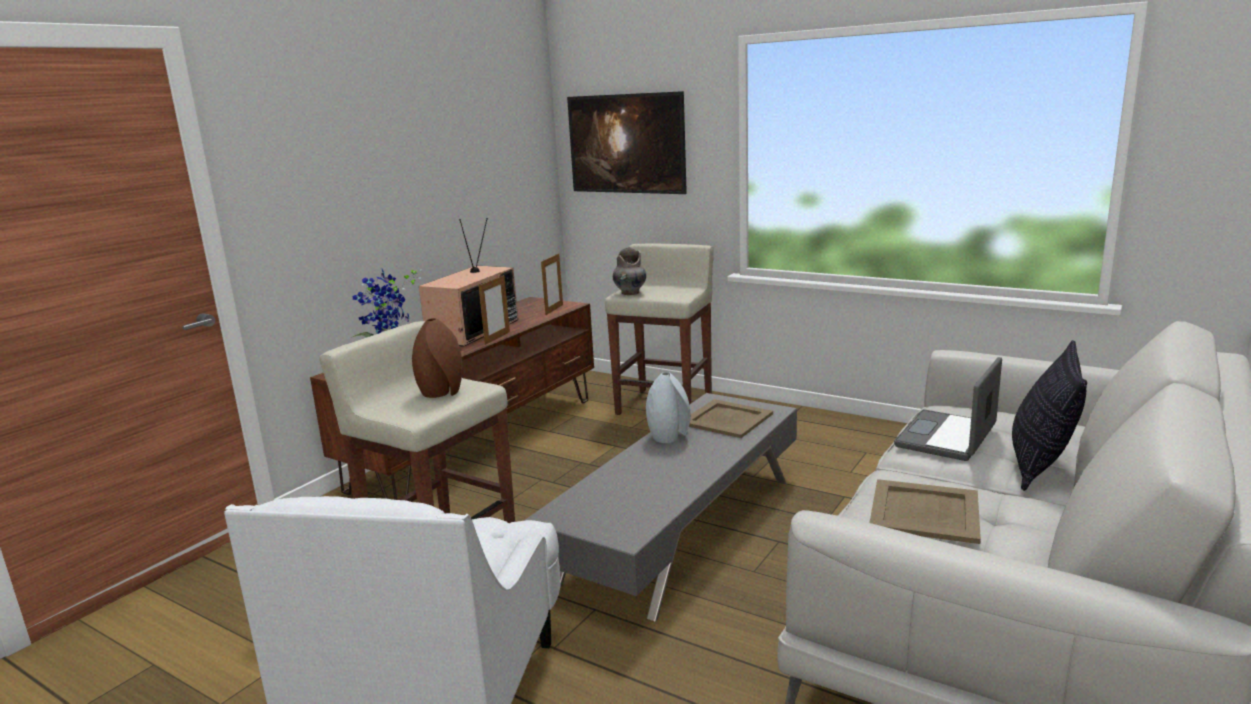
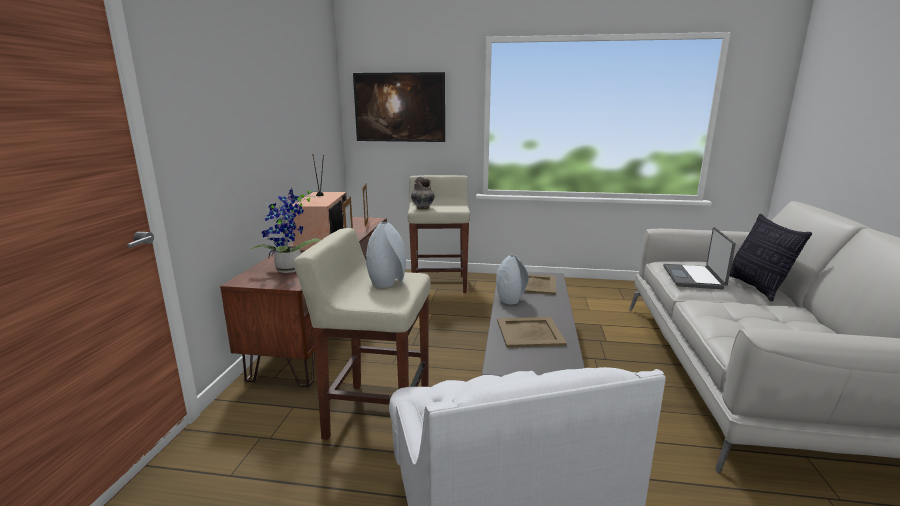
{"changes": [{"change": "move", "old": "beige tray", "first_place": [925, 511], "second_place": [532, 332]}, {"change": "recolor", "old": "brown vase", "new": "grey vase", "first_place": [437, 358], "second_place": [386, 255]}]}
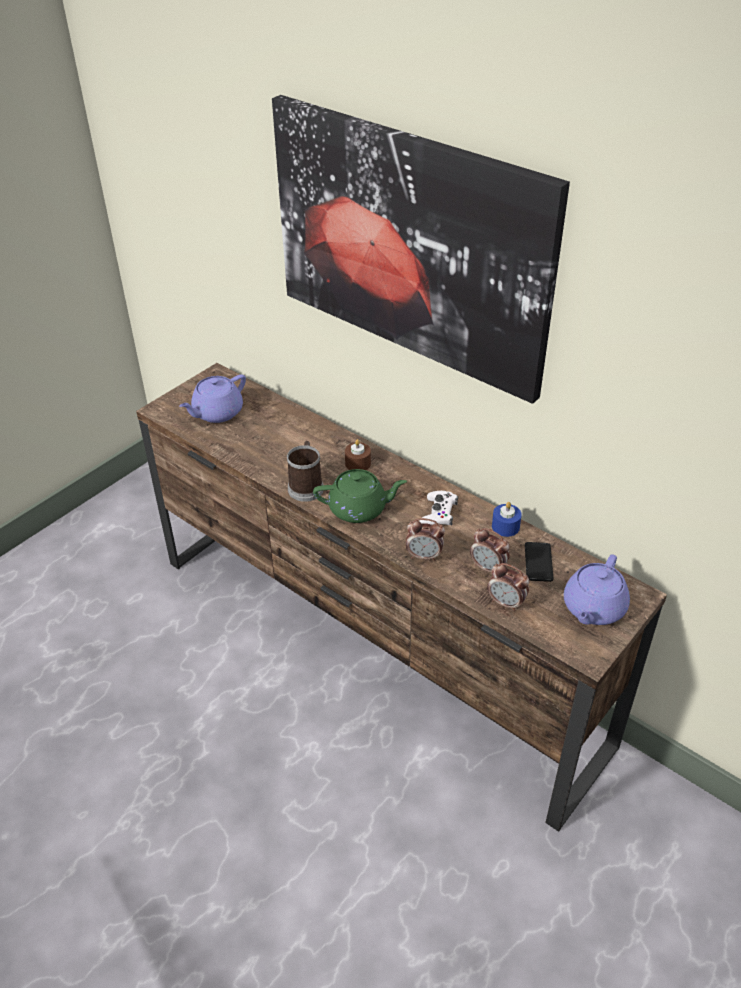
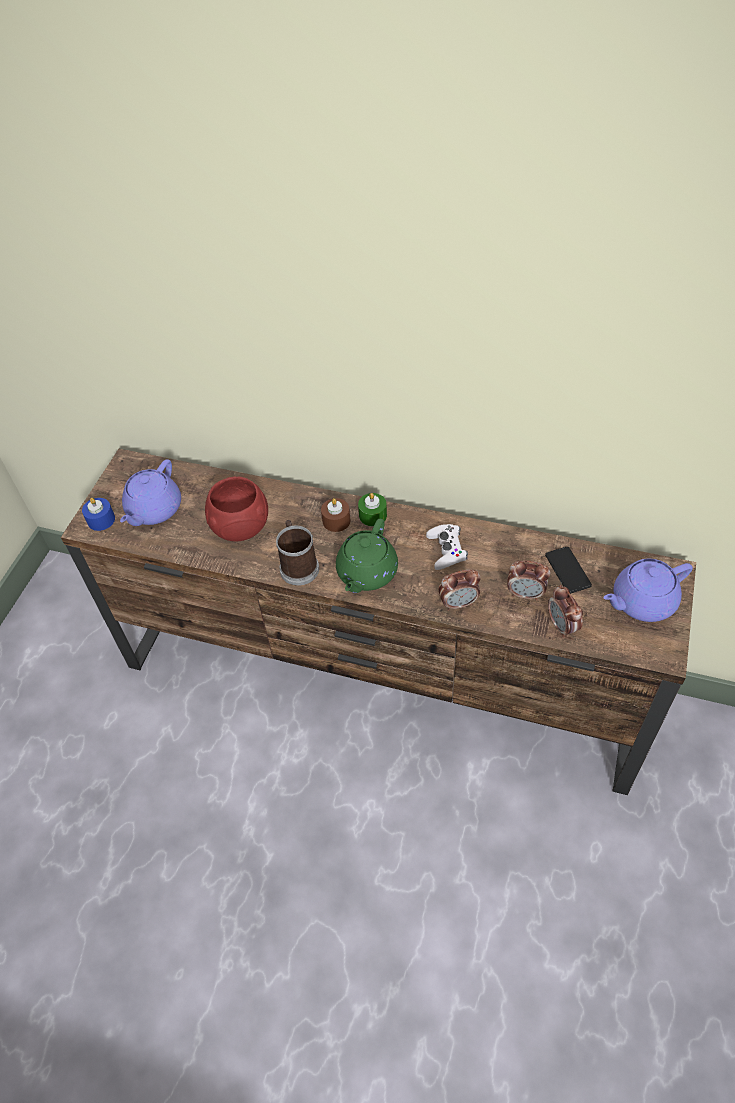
{"changes": [{"change": "delete", "old": "picture", "first_place": [421, 249]}, {"change": "insert", "new": "red bowl", "second_place": [236, 509]}, {"change": "insert", "new": "green candle", "second_place": [372, 509]}, {"change": "move", "old": "blue candle", "first_place": [507, 519], "second_place": [98, 514]}, {"change": "rotate", "old": "green teapot", "first_place": [360, 496], "second_place": [367, 556], "degrees": 135}, {"change": "rotate", "old": "alarm clock", "first_place": [508, 587], "second_place": [565, 611], "degrees": 60}, {"change": "rotate", "old": "purple teapot", "first_place": [597, 589], "second_place": [648, 590], "degrees": 60}]}
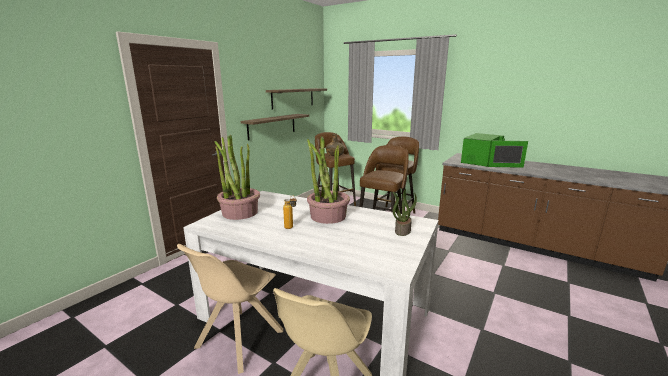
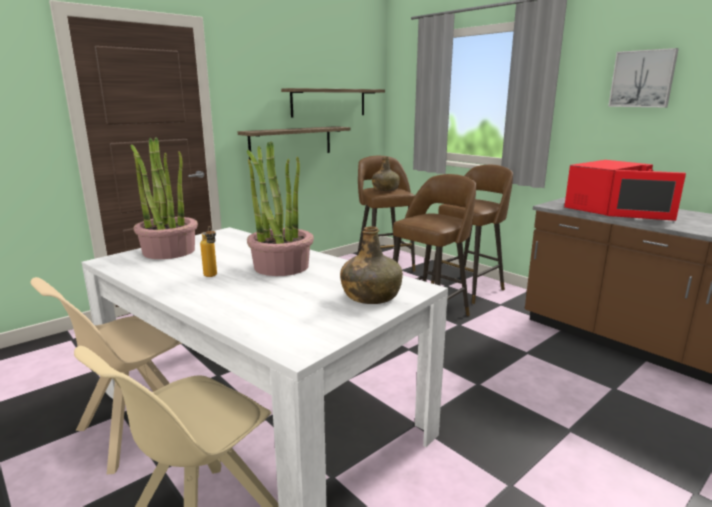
{"changes": [{"change": "insert", "new": "picture", "second_place": [643, 77]}, {"change": "replace", "old": "potted plant", "new": "green bottle", "first_place": [405, 212], "second_place": [371, 265]}, {"change": "recolor", "old": "green microwave", "new": "red microwave", "first_place": [494, 150], "second_place": [625, 190]}]}
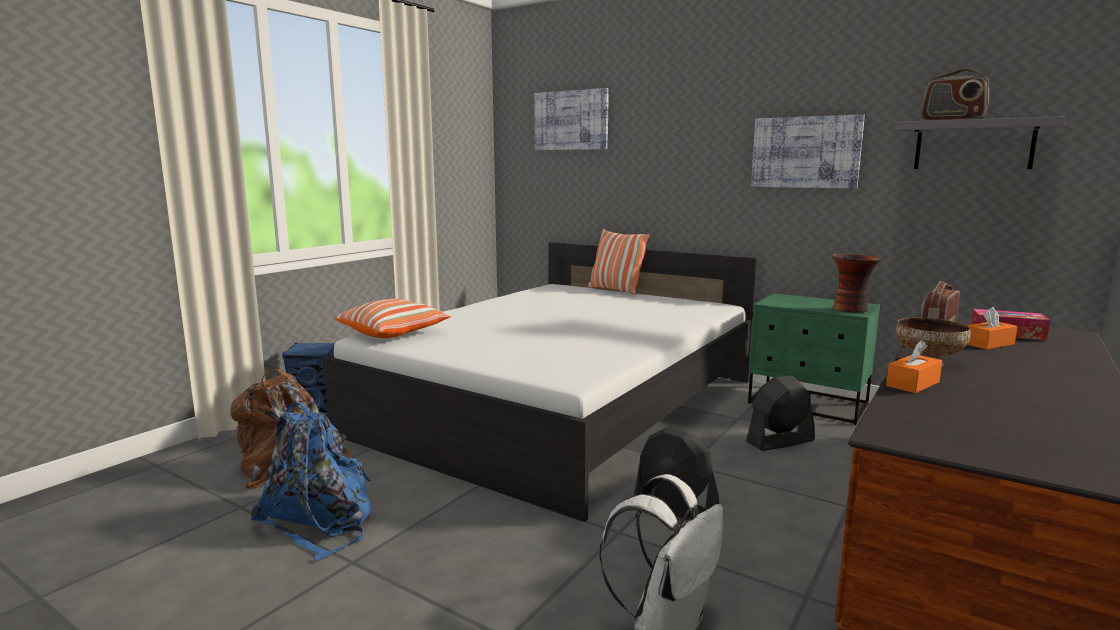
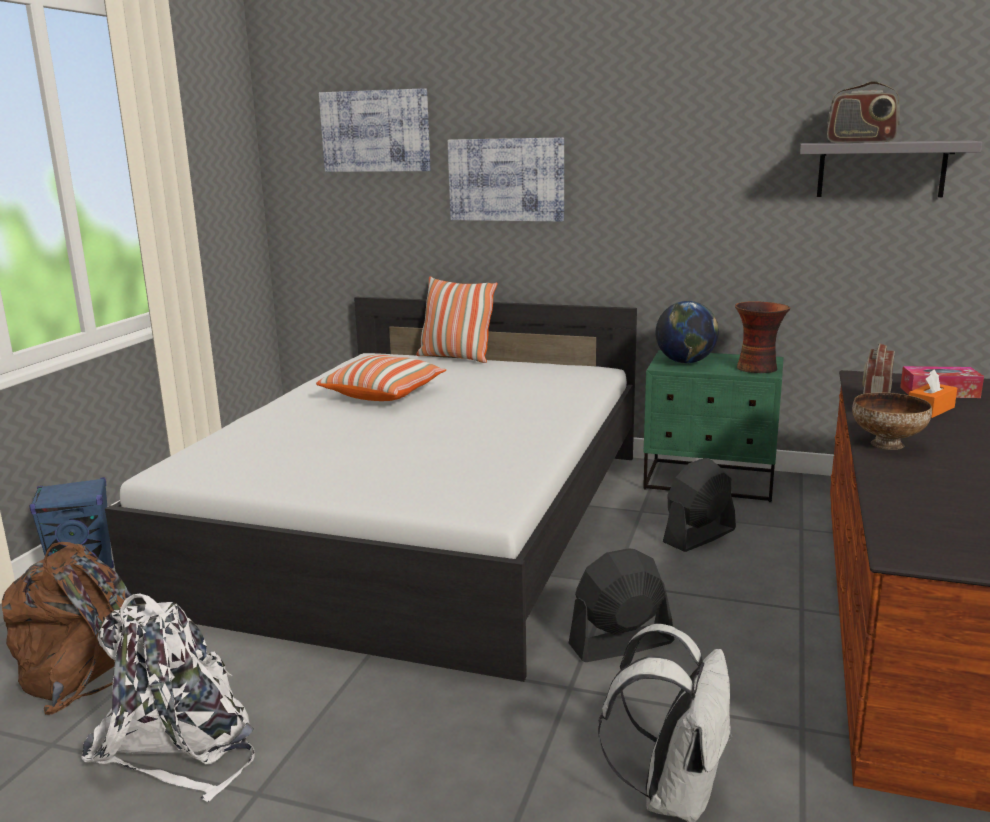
{"changes": [{"change": "delete", "old": "orange tissue box", "first_place": [914, 366]}, {"change": "insert", "new": "globe", "second_place": [687, 332]}, {"change": "move", "old": "pillow", "first_place": [392, 318], "second_place": [381, 378]}, {"change": "move", "old": "picture", "first_place": [808, 151], "second_place": [506, 179]}, {"change": "recolor", "old": "blue backpack", "new": "white backpack", "first_place": [310, 481], "second_place": [168, 698]}, {"change": "rotate", "old": "black fan", "first_place": [676, 474], "second_place": [621, 605], "degrees": 135}]}
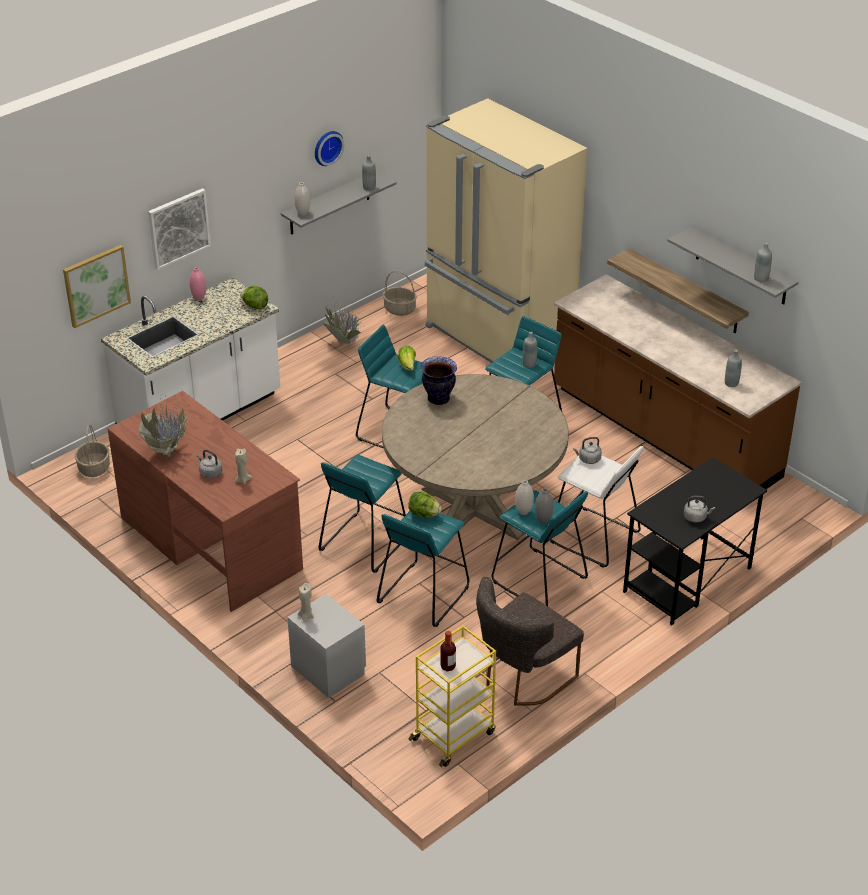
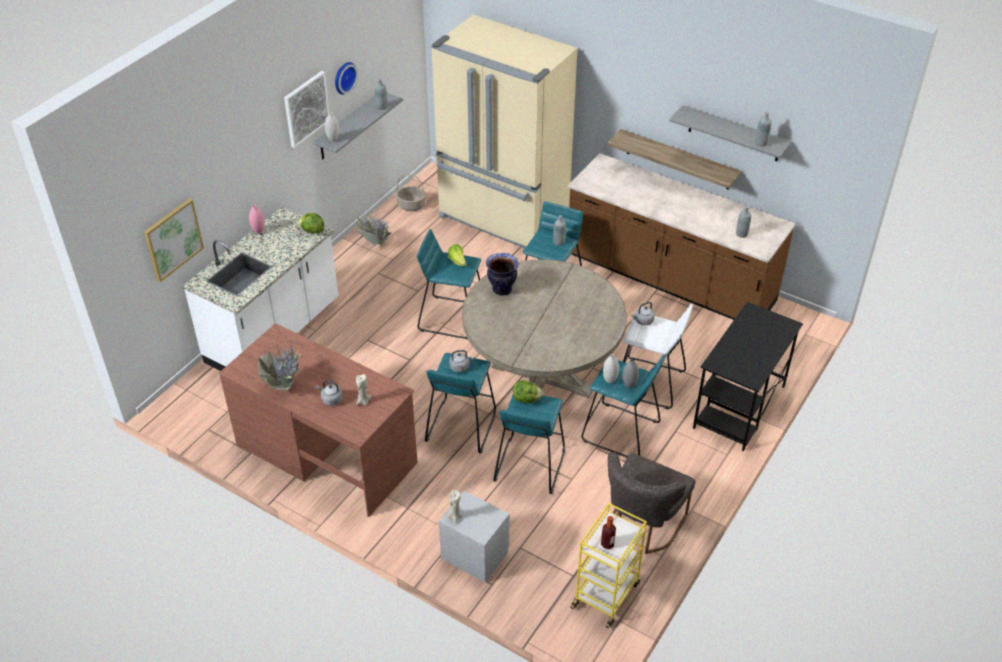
{"changes": [{"change": "delete", "old": "basket", "first_place": [92, 451]}, {"change": "move", "old": "picture", "first_place": [179, 229], "second_place": [307, 109]}, {"change": "move", "old": "grey kettle", "first_place": [699, 509], "second_place": [462, 361]}]}
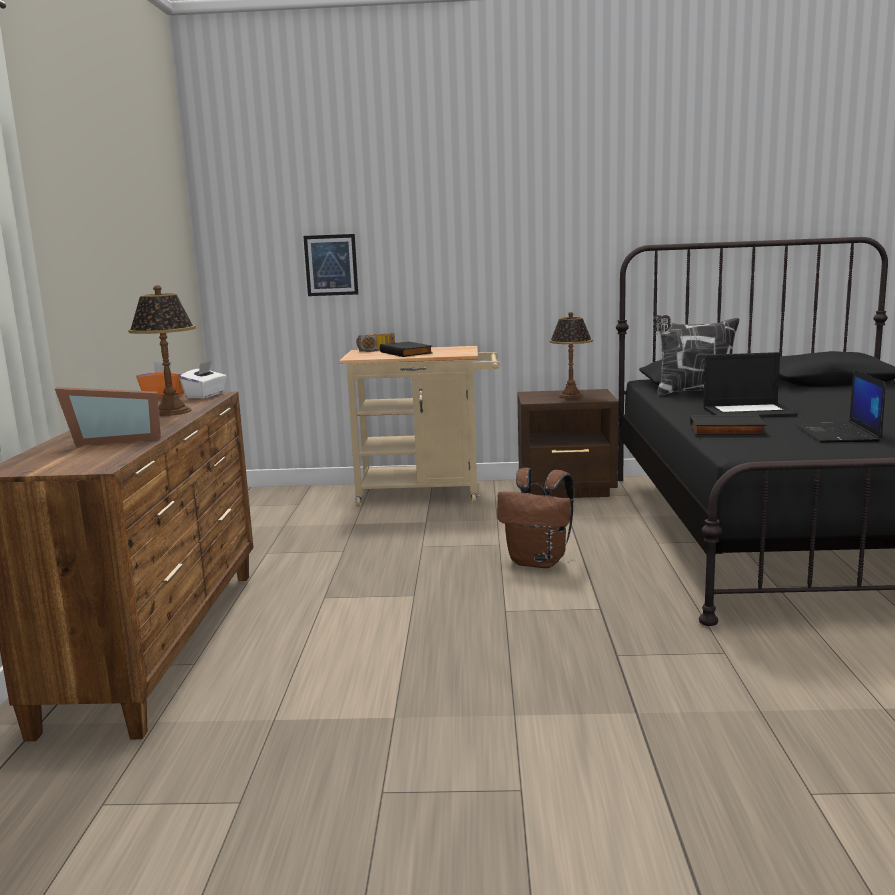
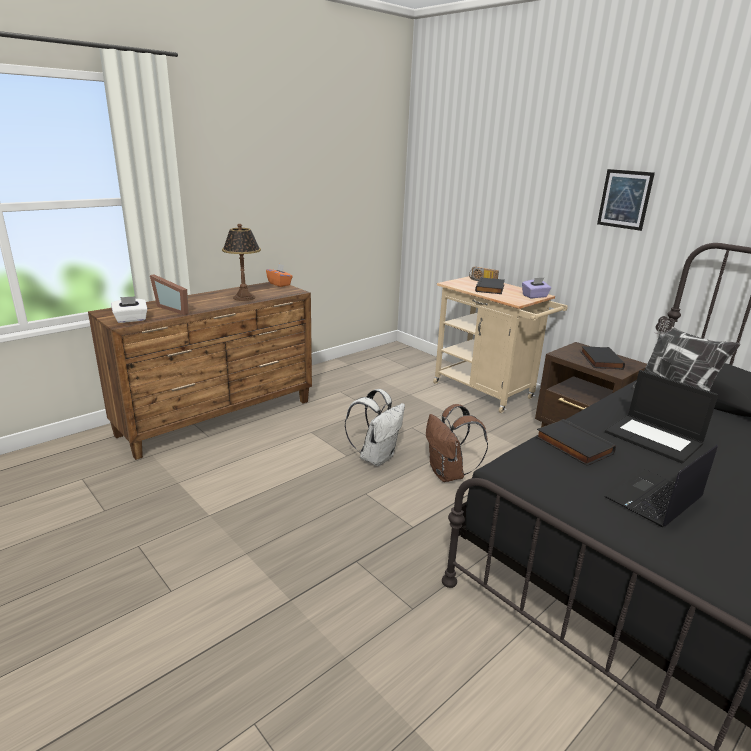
{"changes": [{"change": "insert", "new": "white backpack", "second_place": [375, 427]}, {"change": "insert", "new": "purple tissue box", "second_place": [536, 288]}, {"change": "move", "old": "white tissue box", "first_place": [203, 379], "second_place": [129, 309]}, {"change": "move", "old": "picture", "first_place": [330, 265], "second_place": [626, 200]}, {"change": "replace", "old": "table lamp", "new": "black book", "first_place": [571, 355], "second_place": [603, 358]}]}
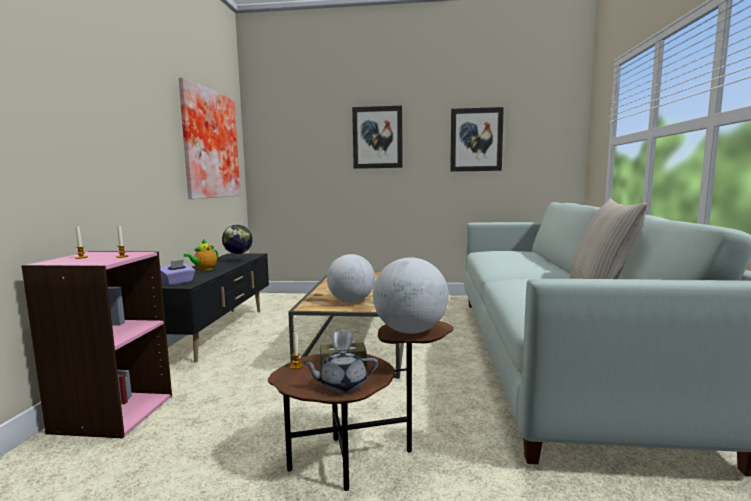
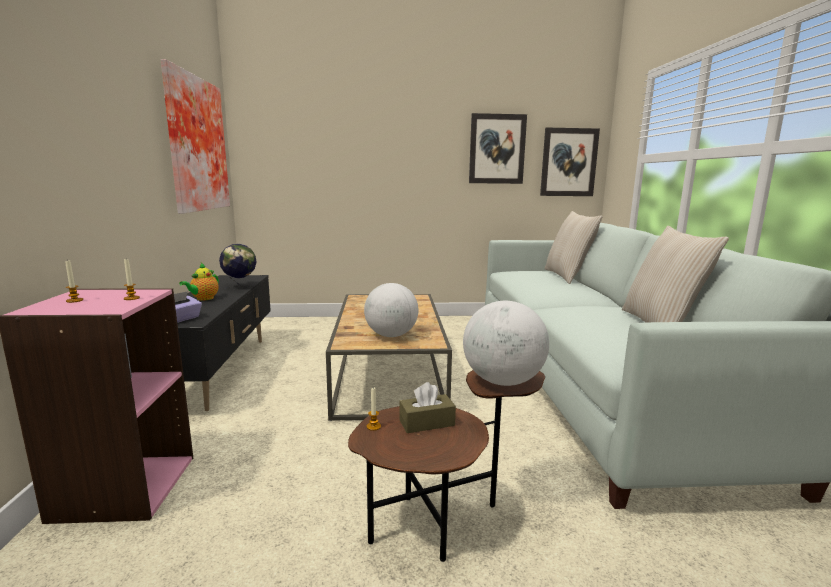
{"changes": [{"change": "delete", "old": "grey teapot", "first_place": [340, 371]}, {"change": "insert", "new": "beige pillow", "second_place": [574, 247]}, {"change": "move", "old": "picture", "first_place": [377, 137], "second_place": [570, 162]}]}
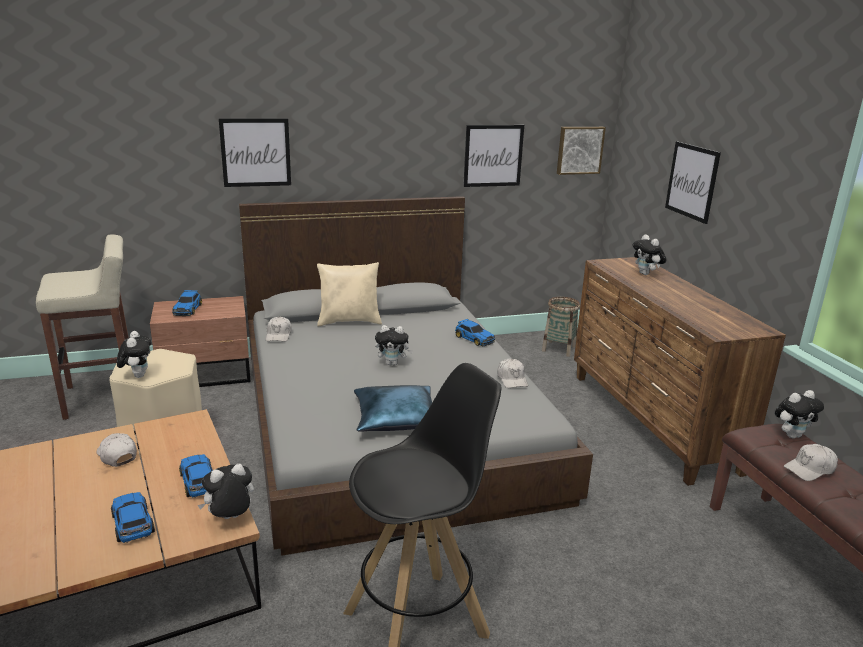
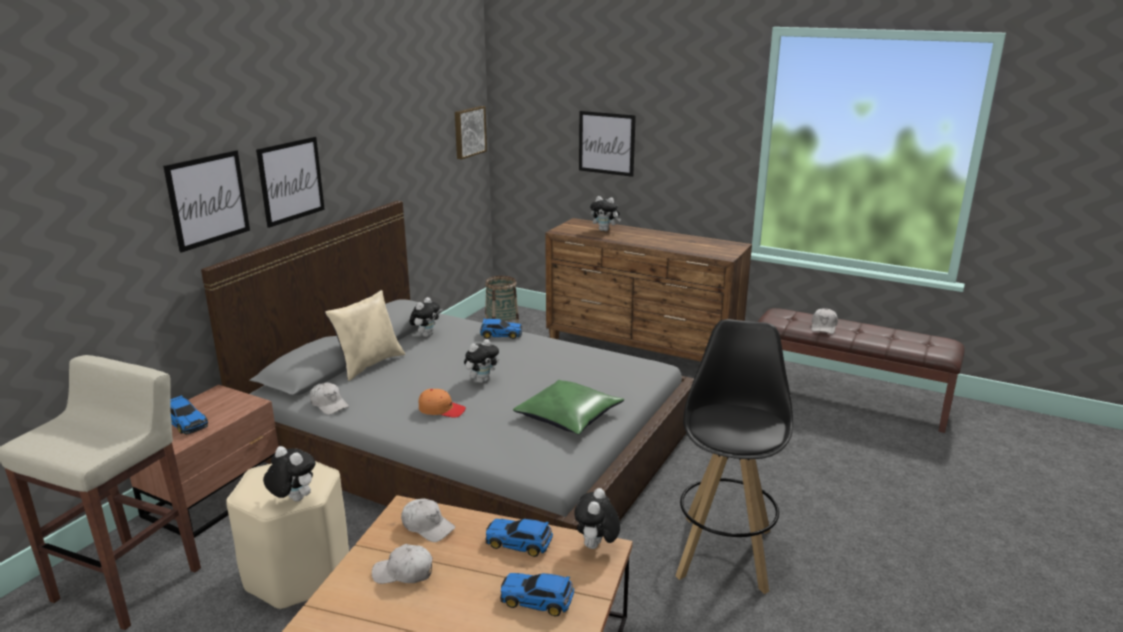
{"changes": [{"change": "insert", "new": "orange cap", "second_place": [442, 403]}, {"change": "move", "old": "picture", "first_place": [493, 156], "second_place": [290, 182]}, {"change": "move", "old": "white cap", "first_place": [513, 373], "second_place": [428, 520]}, {"change": "move", "old": "plush toy", "first_place": [799, 414], "second_place": [424, 317]}, {"change": "recolor", "old": "blue pillow", "new": "green pillow", "first_place": [393, 408], "second_place": [568, 407]}]}
